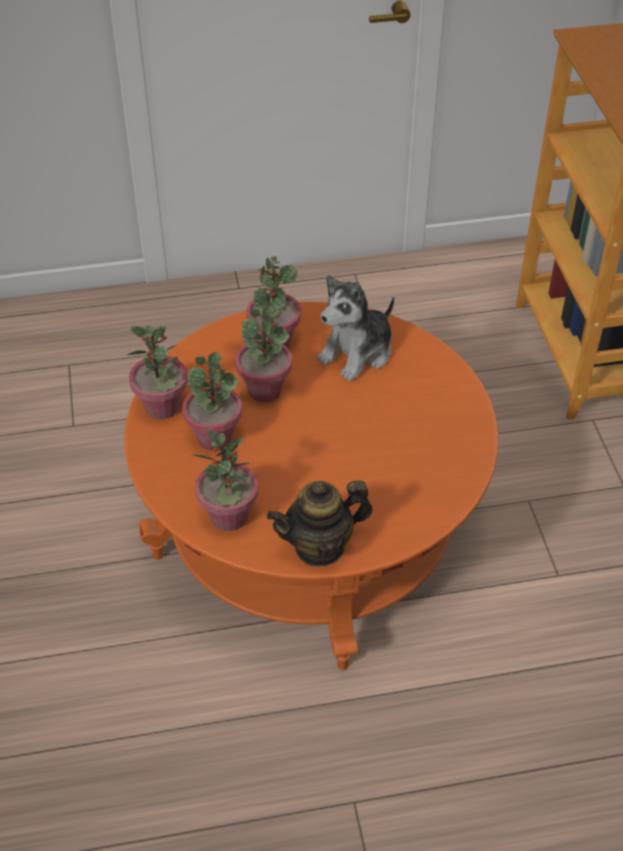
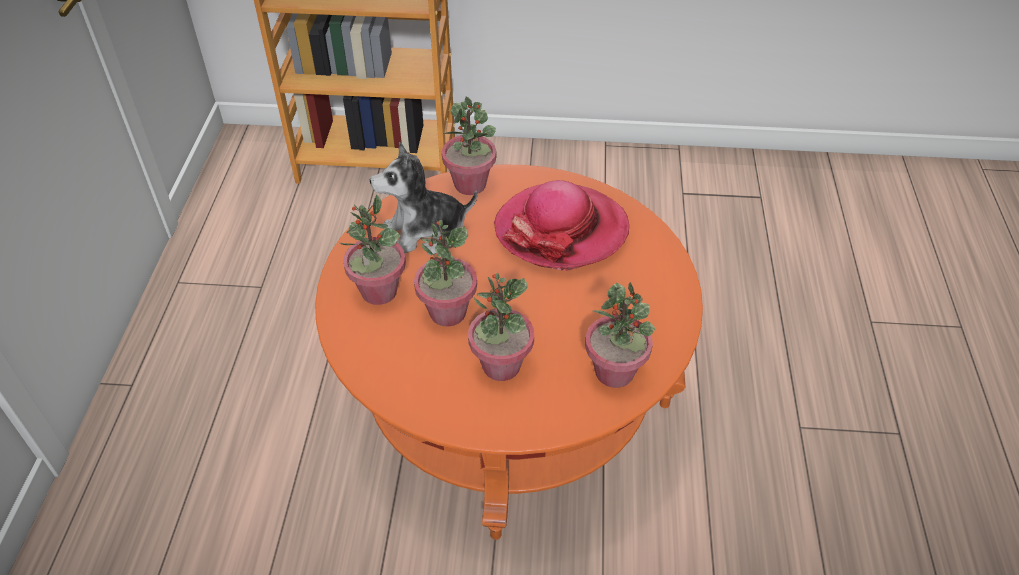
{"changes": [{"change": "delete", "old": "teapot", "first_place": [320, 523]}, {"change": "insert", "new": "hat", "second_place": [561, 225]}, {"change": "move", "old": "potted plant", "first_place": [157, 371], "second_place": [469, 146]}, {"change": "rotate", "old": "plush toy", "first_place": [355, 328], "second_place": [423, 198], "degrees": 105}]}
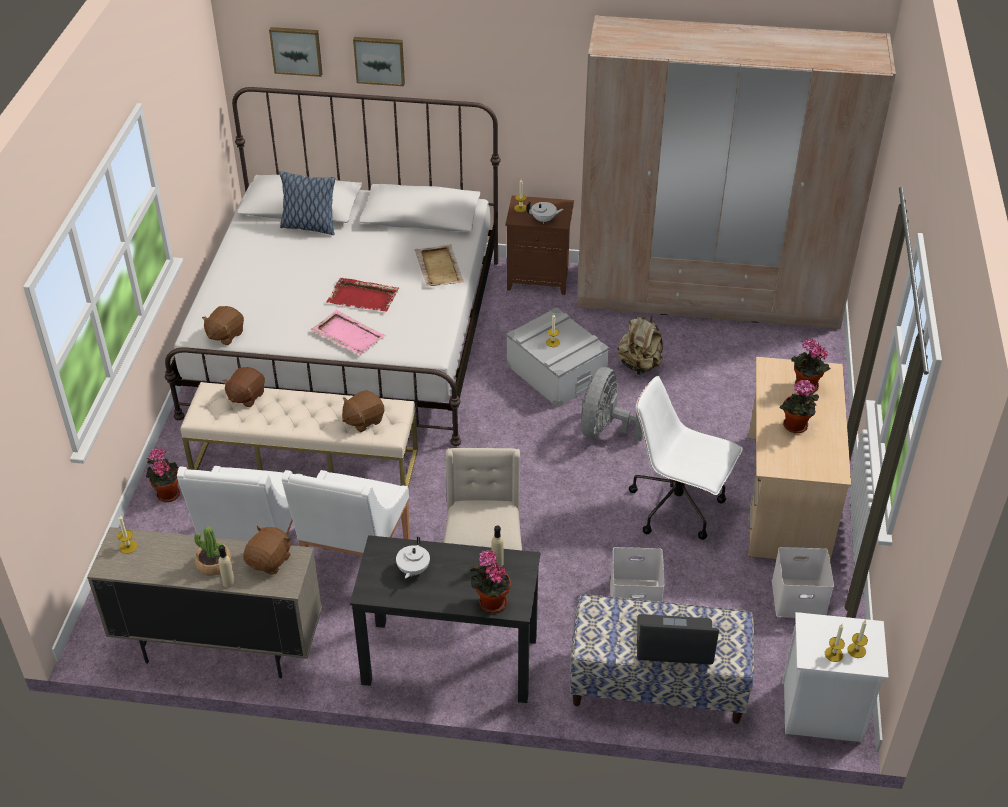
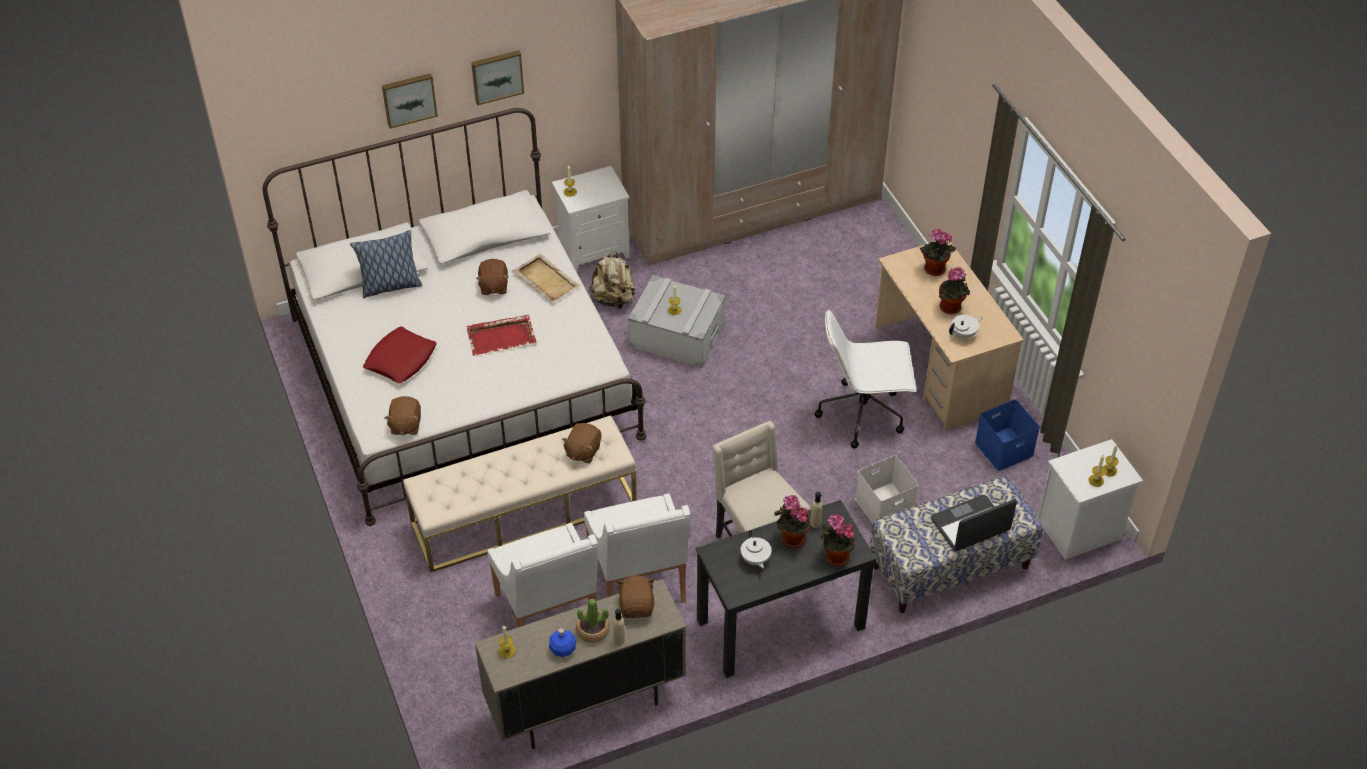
{"changes": [{"change": "delete", "old": "pink tray", "first_place": [348, 332]}, {"change": "delete", "old": "grey fan", "first_place": [612, 404]}, {"change": "insert", "new": "red pillow", "second_place": [399, 355]}, {"change": "insert", "new": "blue bottle", "second_place": [562, 642]}, {"change": "move", "old": "potted plant", "first_place": [163, 475], "second_place": [792, 521]}, {"change": "move", "old": "brown plush toy", "first_place": [244, 387], "second_place": [492, 277]}, {"change": "move", "old": "picture", "first_place": [296, 52], "second_place": [497, 77]}, {"change": "move", "old": "white teapot", "first_place": [545, 212], "second_place": [966, 327]}, {"change": "move", "old": "beige backpack", "first_place": [640, 344], "second_place": [612, 280]}, {"change": "recolor", "old": "brown nightstand", "new": "white nightstand", "first_place": [539, 245], "second_place": [590, 219]}, {"change": "recolor", "old": "white storage box", "new": "blue storage box", "first_place": [803, 582], "second_place": [1007, 435]}]}
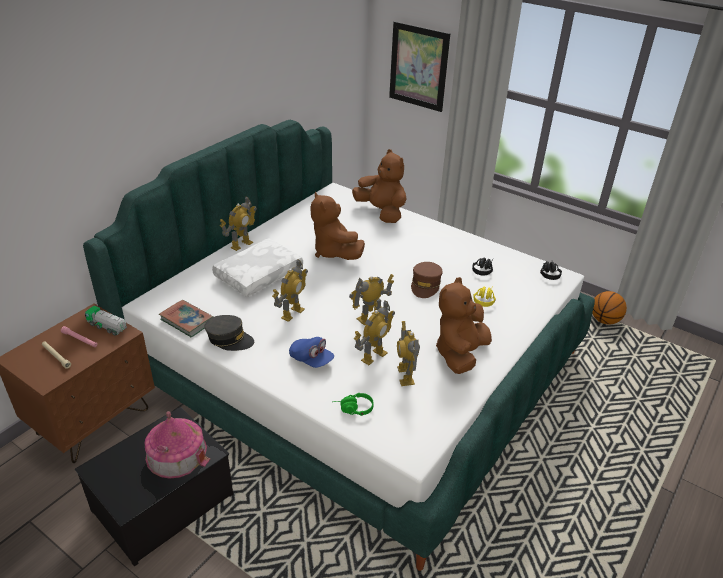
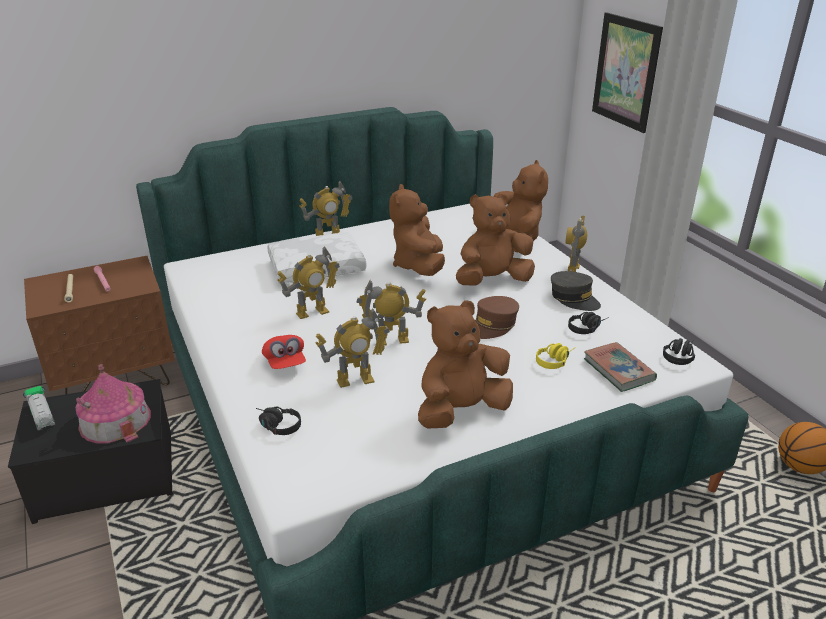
{"changes": [{"change": "insert", "new": "brown plush toy", "second_place": [495, 239]}, {"change": "move", "old": "toy truck", "first_place": [106, 321], "second_place": [39, 408]}, {"change": "move", "old": "book", "first_place": [186, 318], "second_place": [620, 367]}, {"change": "move", "old": "grey cap", "first_place": [229, 333], "second_place": [576, 291]}, {"change": "move", "old": "toy robot", "first_place": [408, 353], "second_place": [576, 244]}, {"change": "recolor", "old": "blue cap", "new": "red cap", "first_place": [311, 352], "second_place": [284, 352]}, {"change": "recolor", "old": "green headphones", "new": "black headphones", "first_place": [353, 404], "second_place": [278, 421]}]}
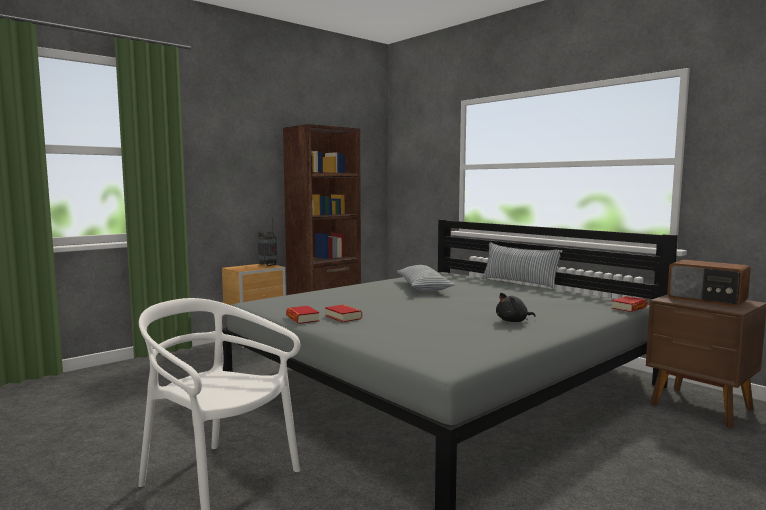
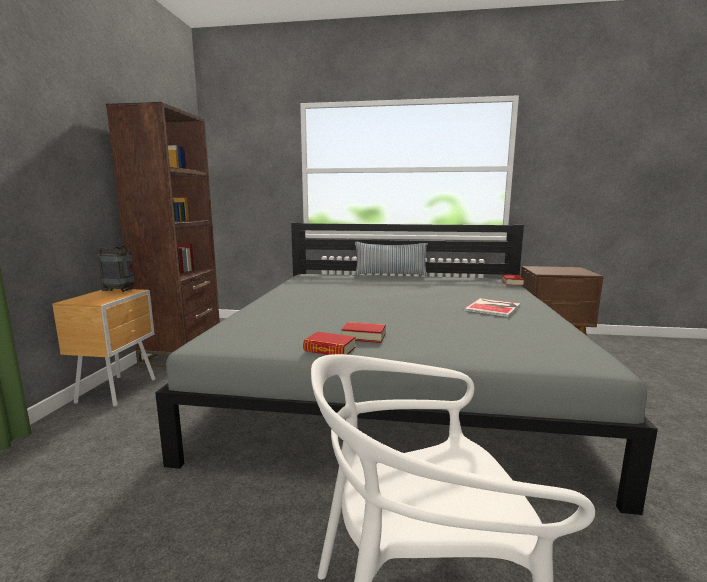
{"changes": [{"change": "delete", "old": "pillow", "first_place": [426, 278]}, {"change": "delete", "old": "radio", "first_place": [709, 283]}, {"change": "replace", "old": "black plush toy", "new": "book", "first_place": [516, 307], "second_place": [492, 307]}]}
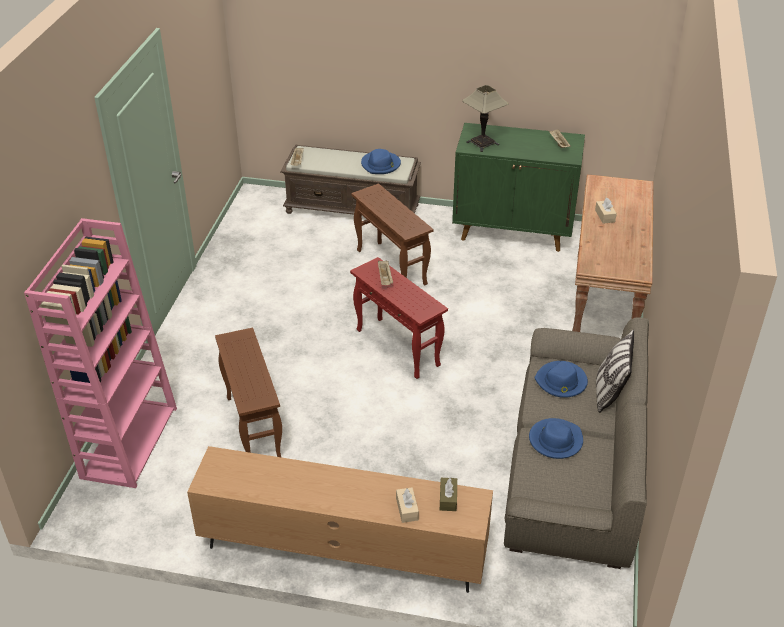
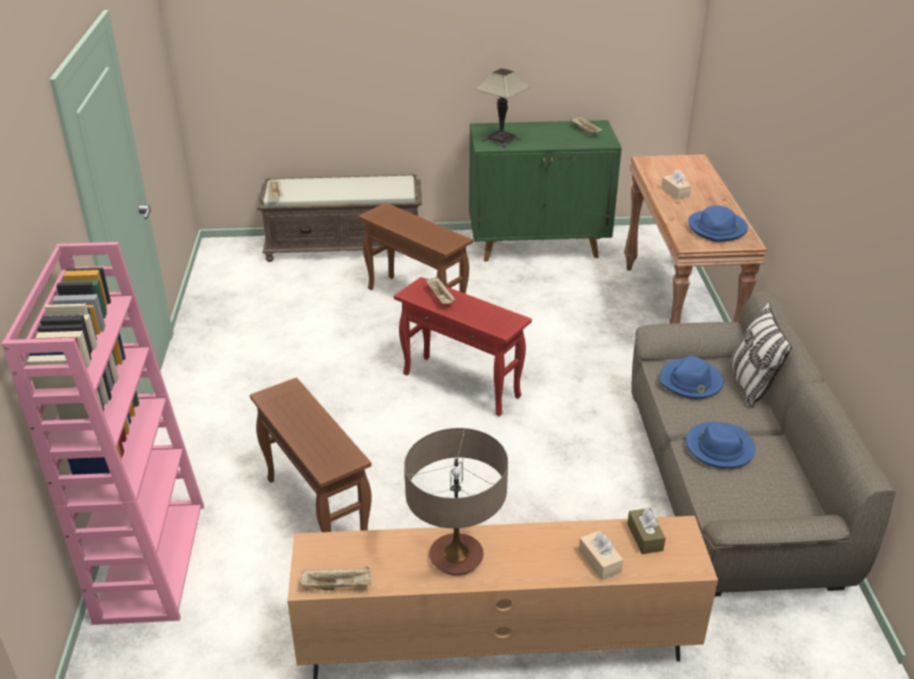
{"changes": [{"change": "insert", "new": "beige tray", "second_place": [336, 578]}, {"change": "insert", "new": "table lamp", "second_place": [456, 501]}, {"change": "move", "old": "blue hat", "first_place": [381, 161], "second_place": [718, 224]}]}
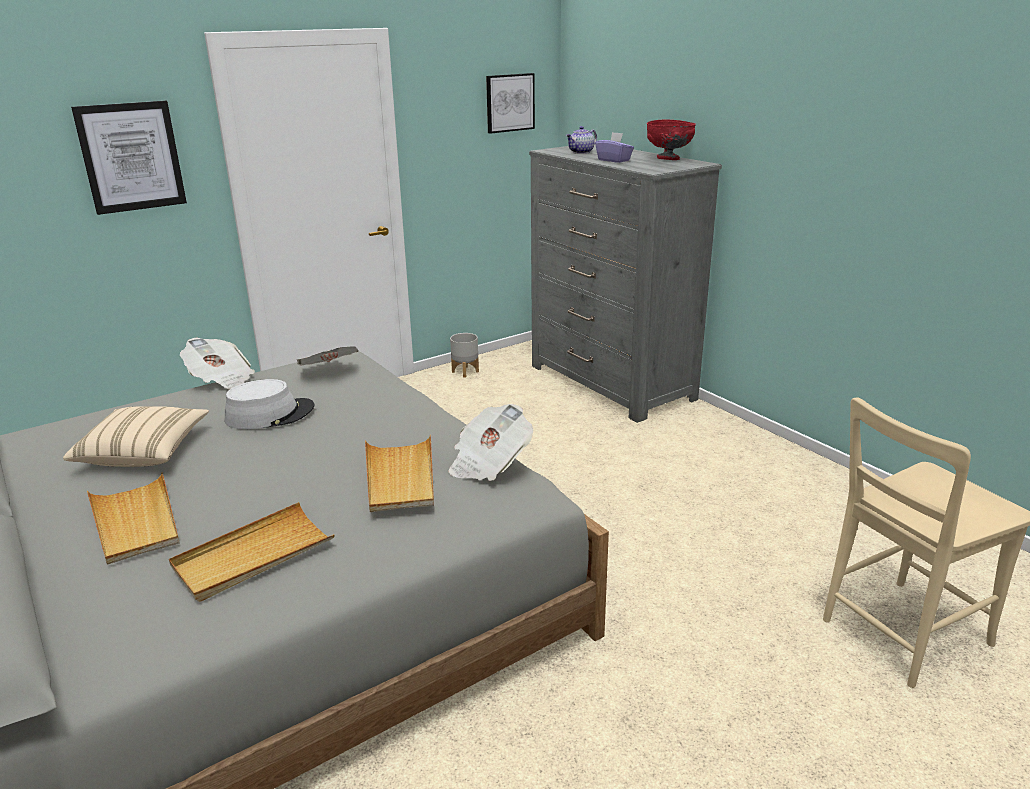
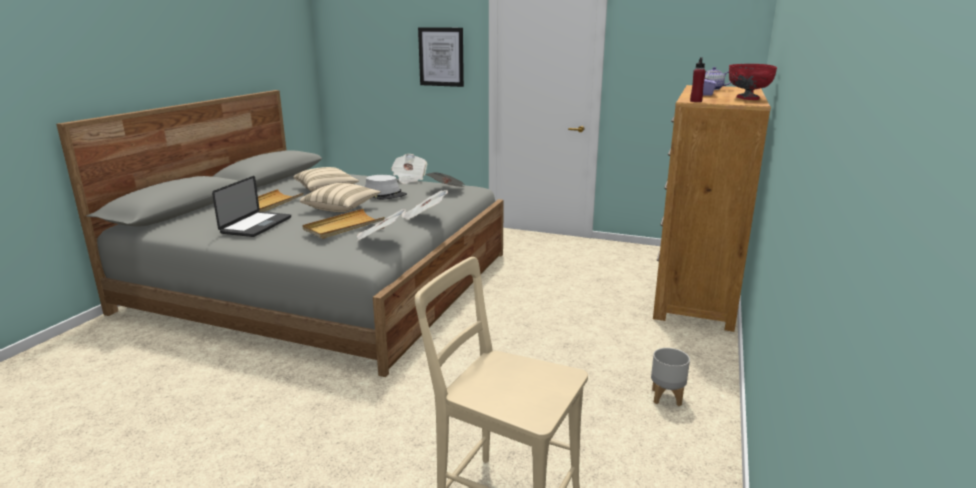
{"changes": [{"change": "delete", "old": "picture", "first_place": [510, 103]}, {"change": "insert", "new": "beige pillow", "second_place": [339, 197]}, {"change": "insert", "new": "newspaper", "second_place": [424, 205]}, {"change": "insert", "new": "red bottle", "second_place": [698, 79]}, {"change": "move", "old": "grey planter", "first_place": [464, 355], "second_place": [670, 377]}, {"change": "replace", "old": "beige tray", "new": "laptop", "first_place": [252, 552], "second_place": [251, 206]}, {"change": "recolor", "old": "grey dresser", "new": "brown dresser", "first_place": [625, 284], "second_place": [712, 208]}]}
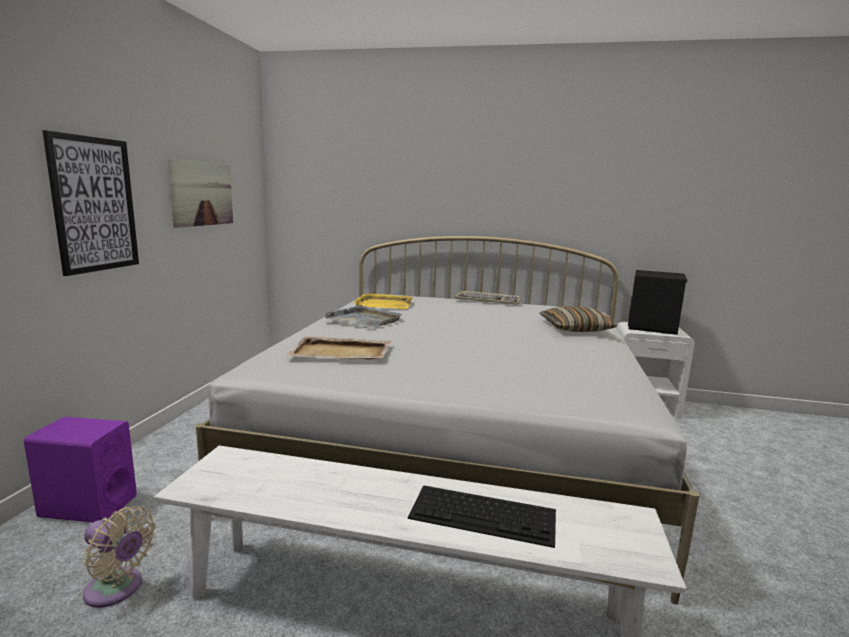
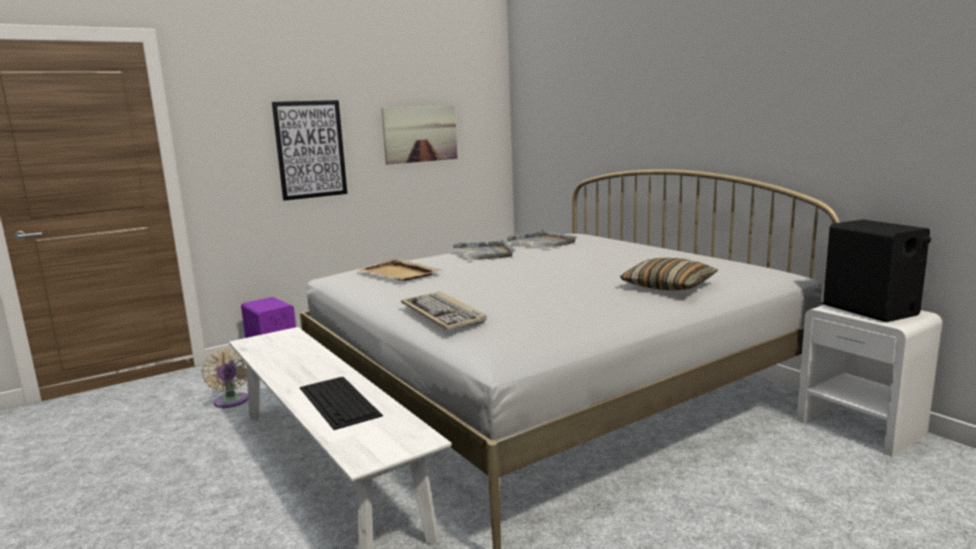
{"changes": [{"change": "move", "old": "keyboard", "first_place": [488, 298], "second_place": [443, 310]}, {"change": "recolor", "old": "yellow tray", "new": "grey tray", "first_place": [383, 300], "second_place": [541, 239]}]}
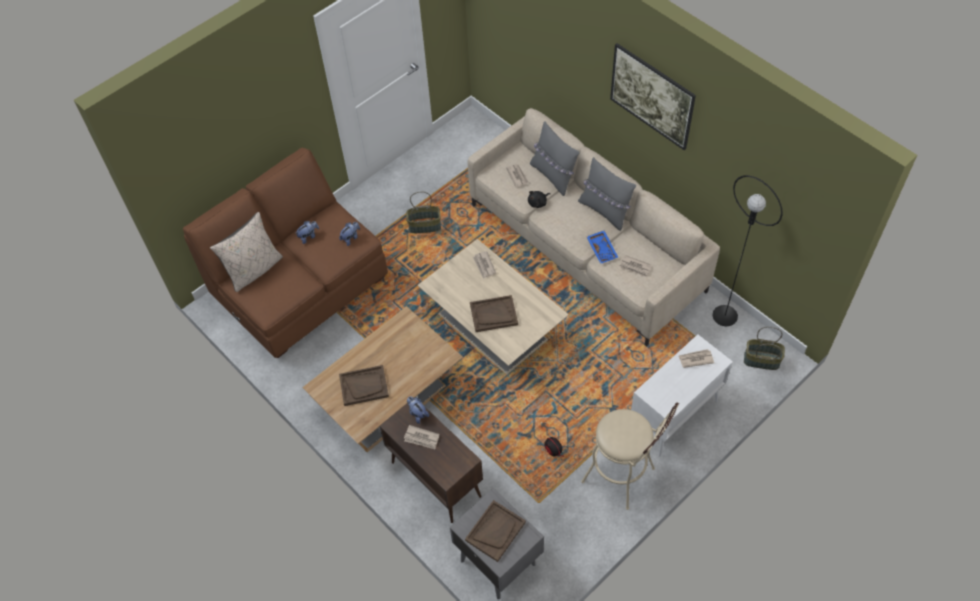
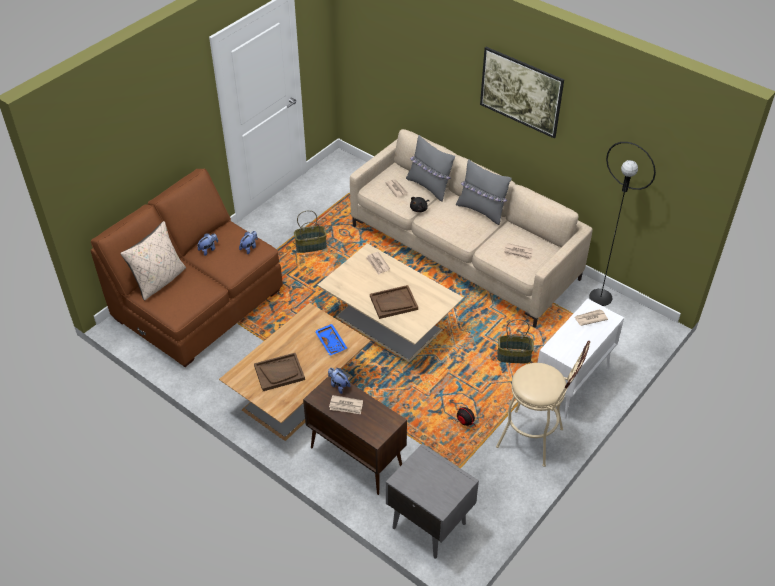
{"changes": [{"change": "delete", "old": "brown tray", "first_place": [495, 531]}, {"change": "move", "old": "blue tray", "first_place": [602, 247], "second_place": [331, 340]}, {"change": "move", "old": "basket", "first_place": [764, 348], "second_place": [515, 341]}]}
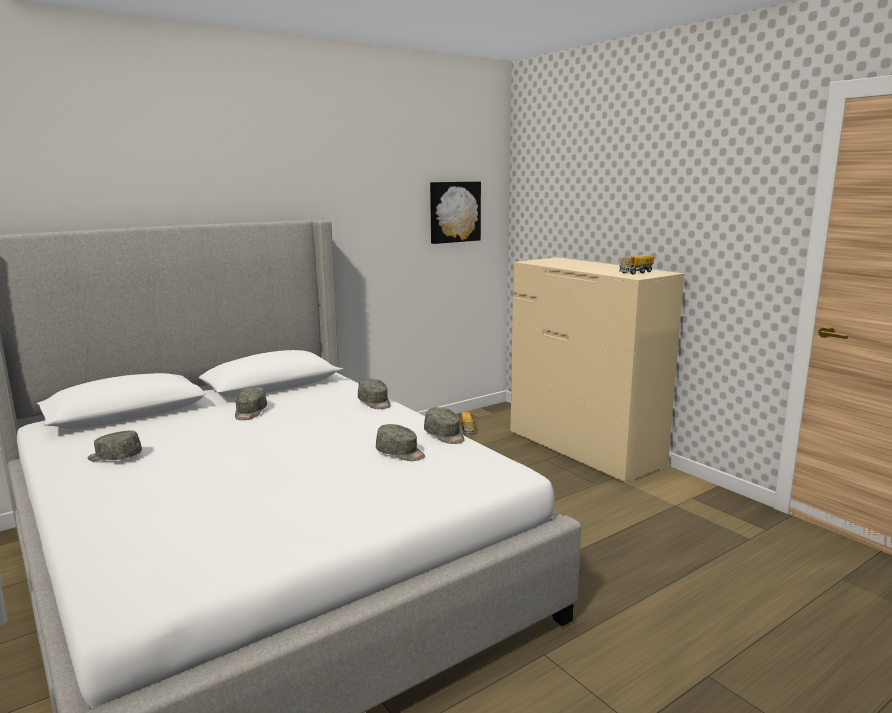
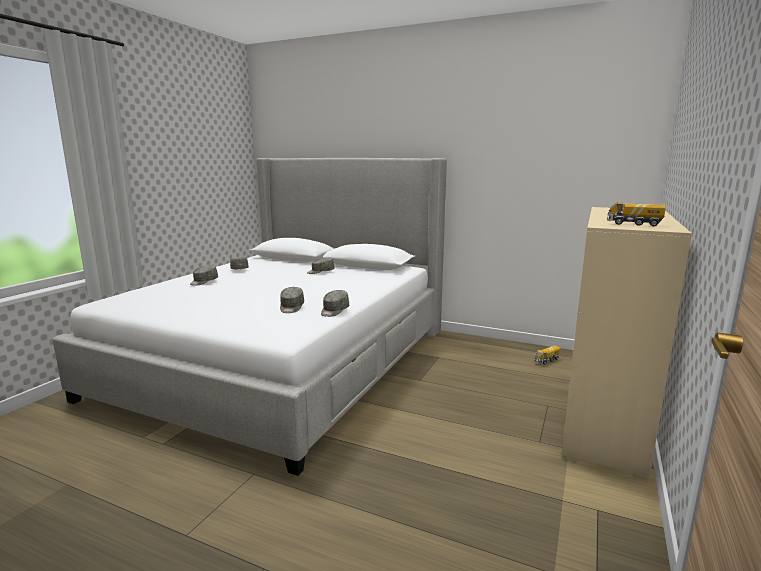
{"changes": [{"change": "delete", "old": "picture", "first_place": [455, 213]}, {"change": "move", "old": "grey cap", "first_place": [374, 394], "second_place": [204, 275]}]}
